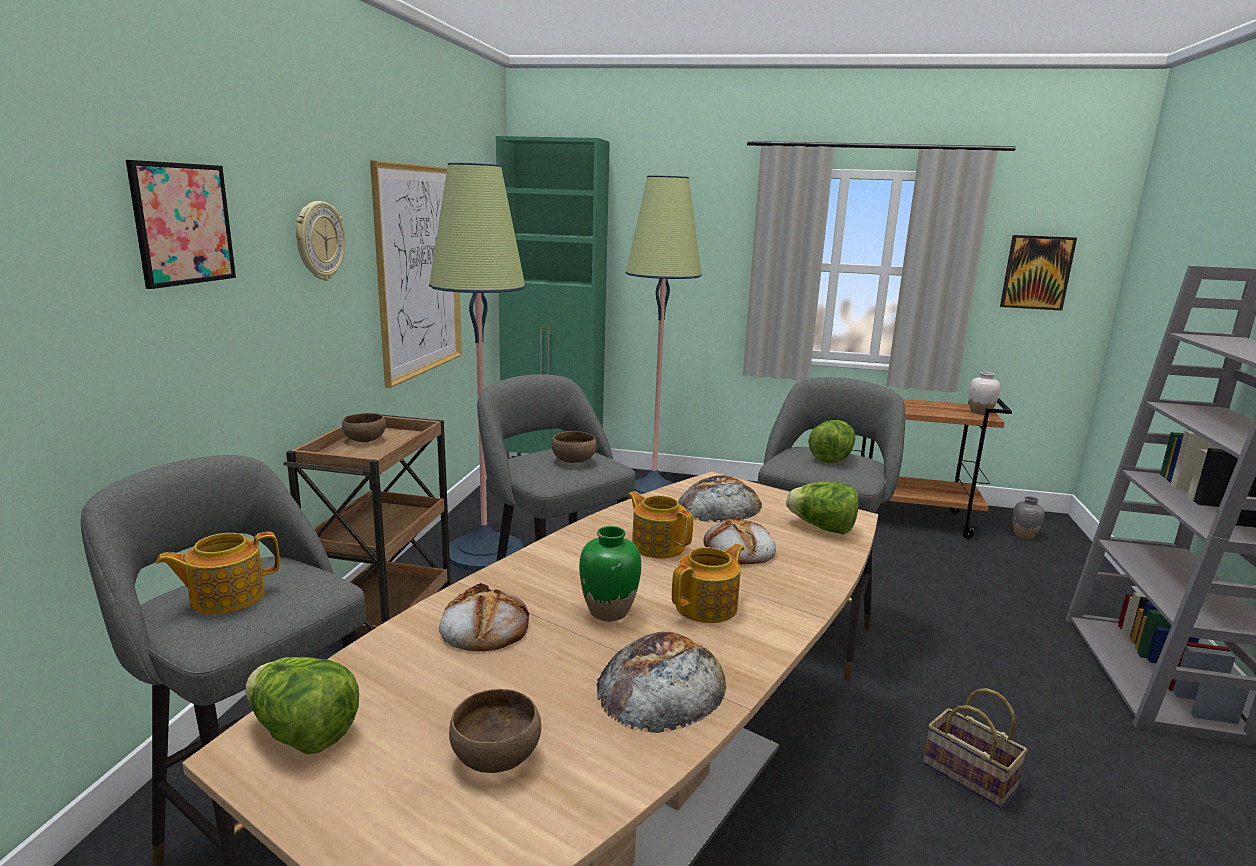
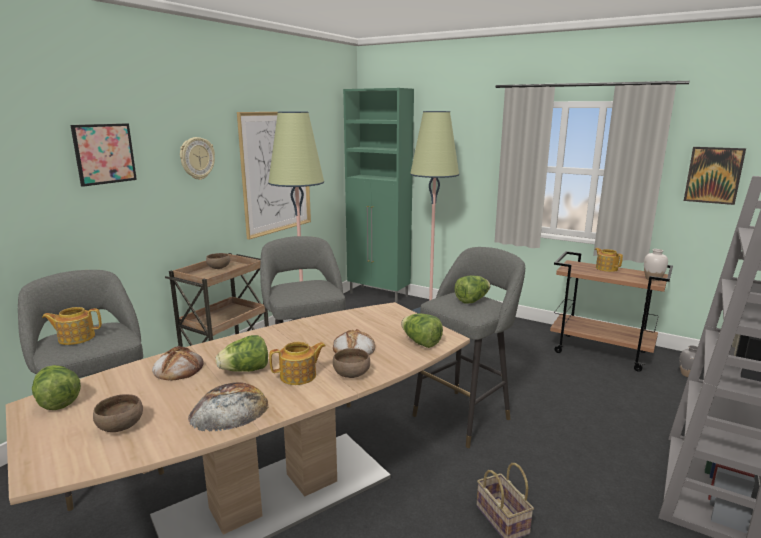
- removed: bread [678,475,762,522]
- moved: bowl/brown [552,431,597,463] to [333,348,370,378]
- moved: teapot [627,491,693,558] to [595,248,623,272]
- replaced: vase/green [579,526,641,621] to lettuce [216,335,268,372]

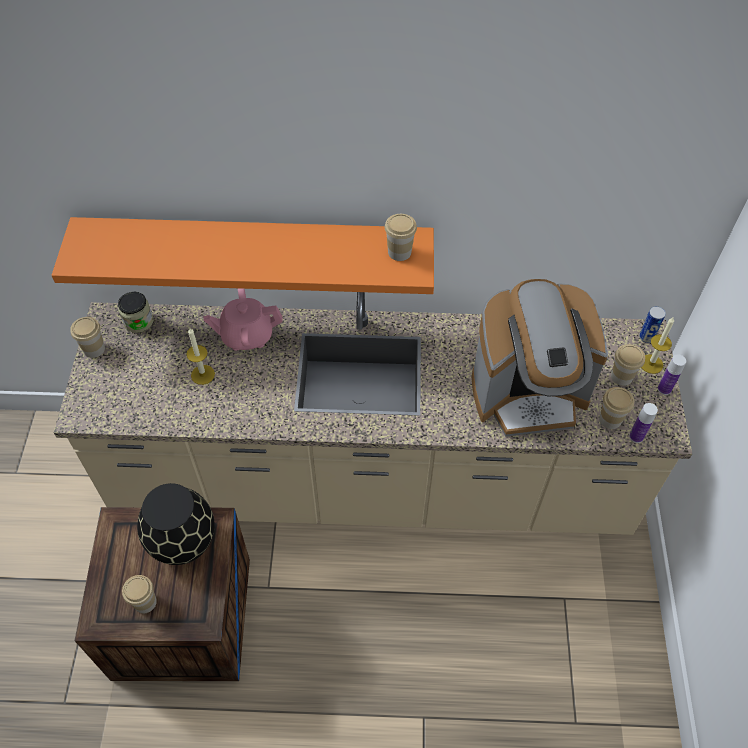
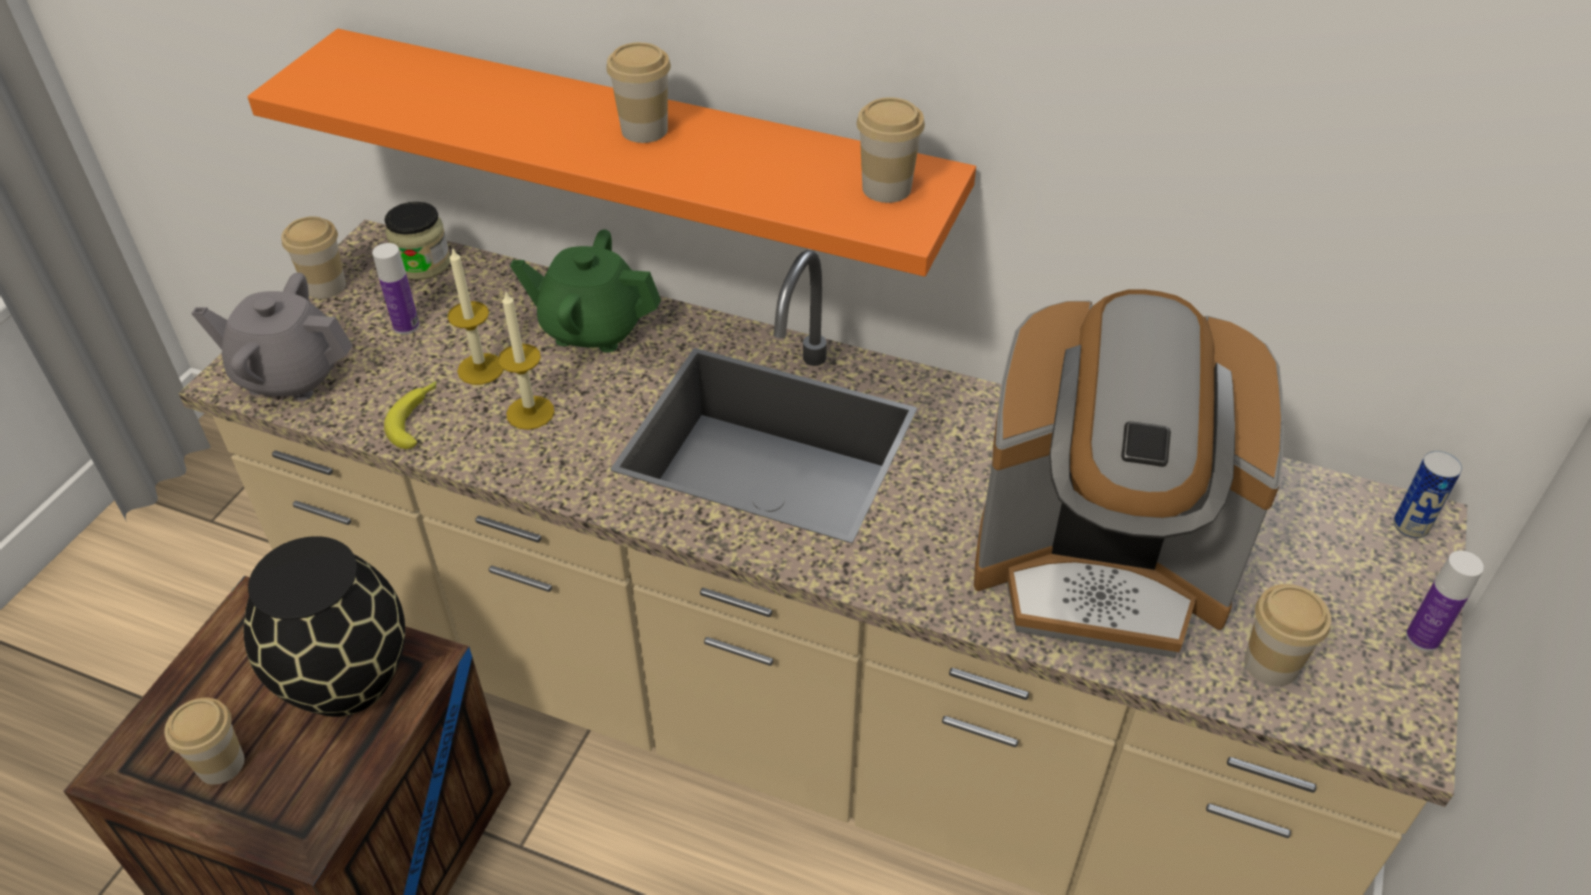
- added: teapot/grey [191,272,353,401]
- added: banana [384,381,436,449]
- moved: cup [611,344,645,386] to [606,42,671,143]
- moved: bottle [629,403,658,443] to [372,243,420,334]
- moved: candle [641,317,674,374] to [498,290,555,430]
- recoloured: teapot/pink [203,288,283,351] to teapot/green [510,230,661,353]

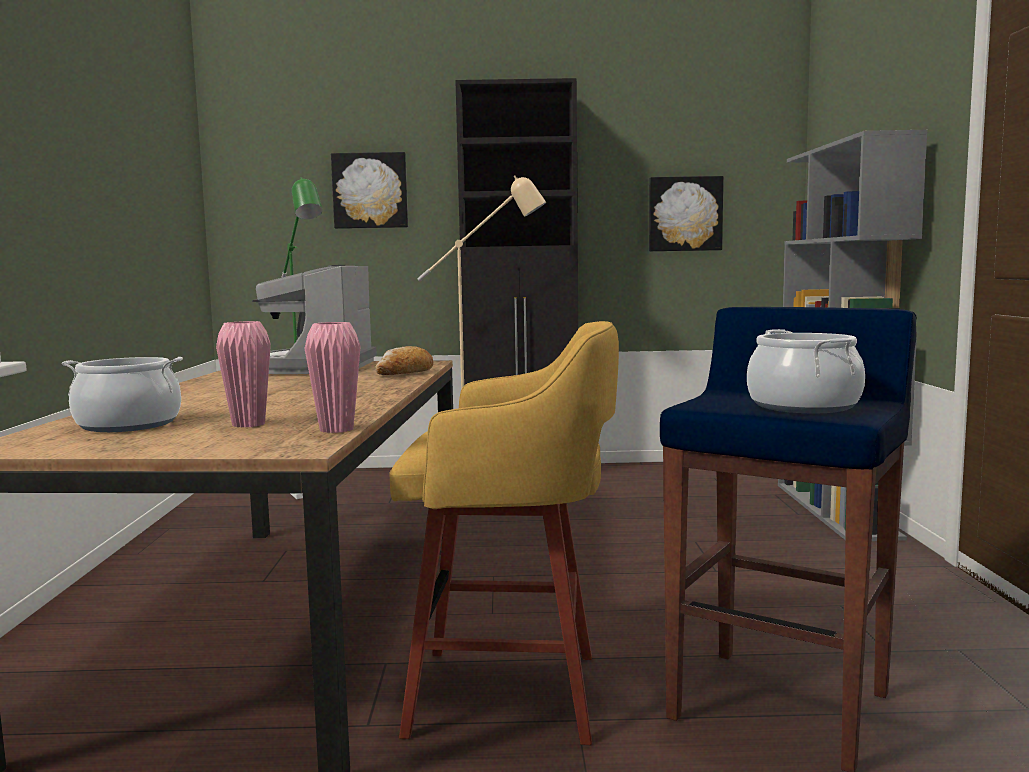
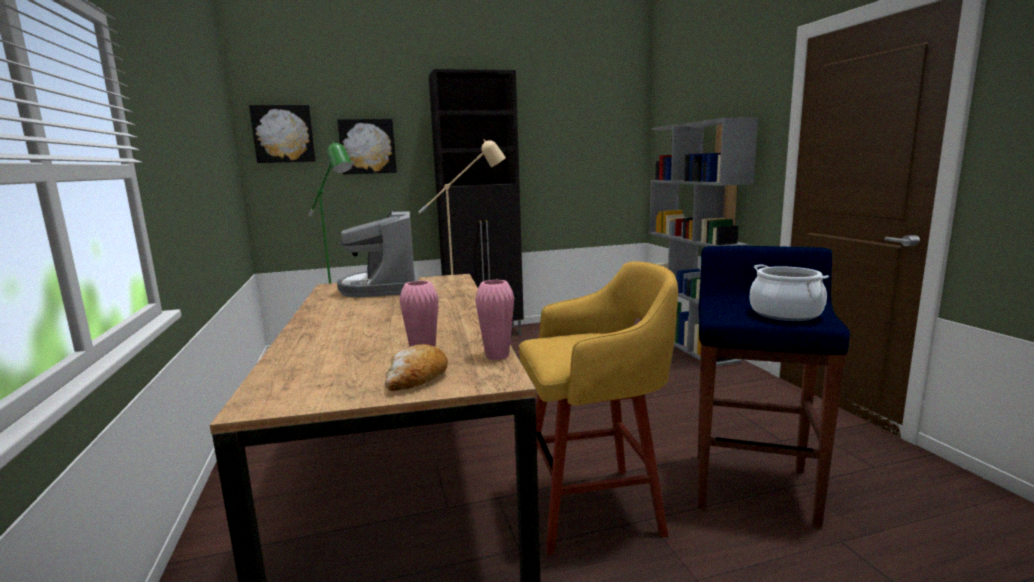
- removed: cooking pot [62,357,183,432]
- moved: bread [375,346,433,375] to [385,344,448,391]
- moved: picture [649,176,724,251] to [249,105,316,163]

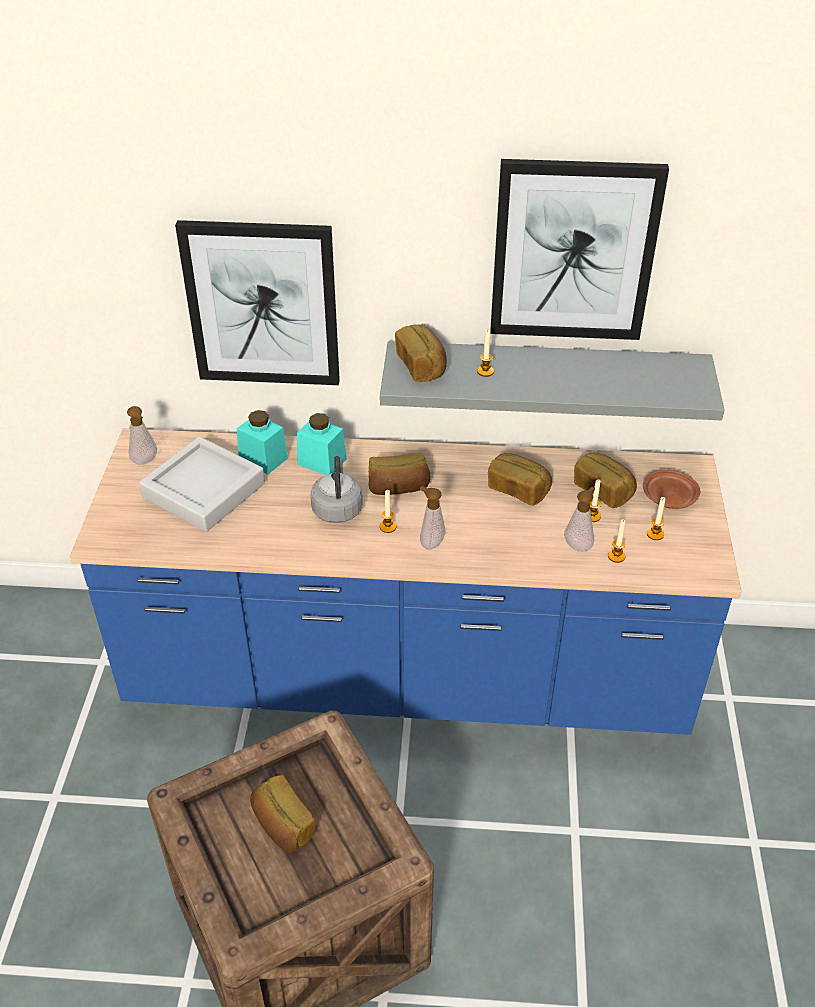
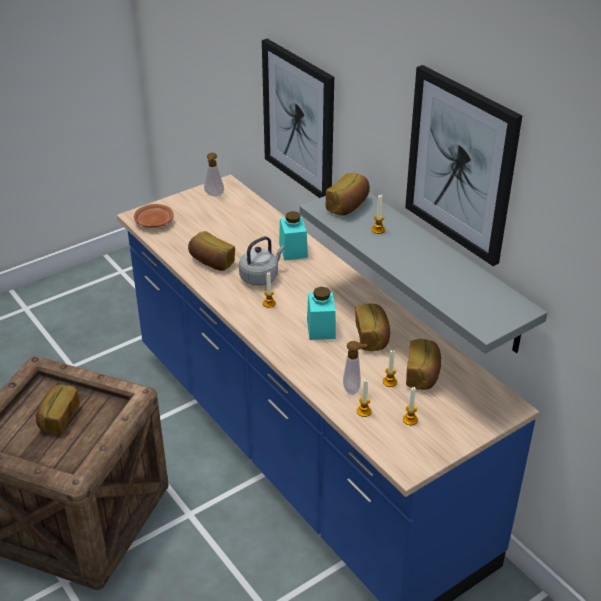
- removed: tray/grey [139,436,265,532]
- removed: soap dispenser [420,486,445,549]
- moved: jar/turquoise [237,410,288,475] to [307,287,336,340]
- moved: bread [369,453,430,495] to [188,231,235,271]
- moved: plate/brown [643,470,700,509] to [134,204,174,227]

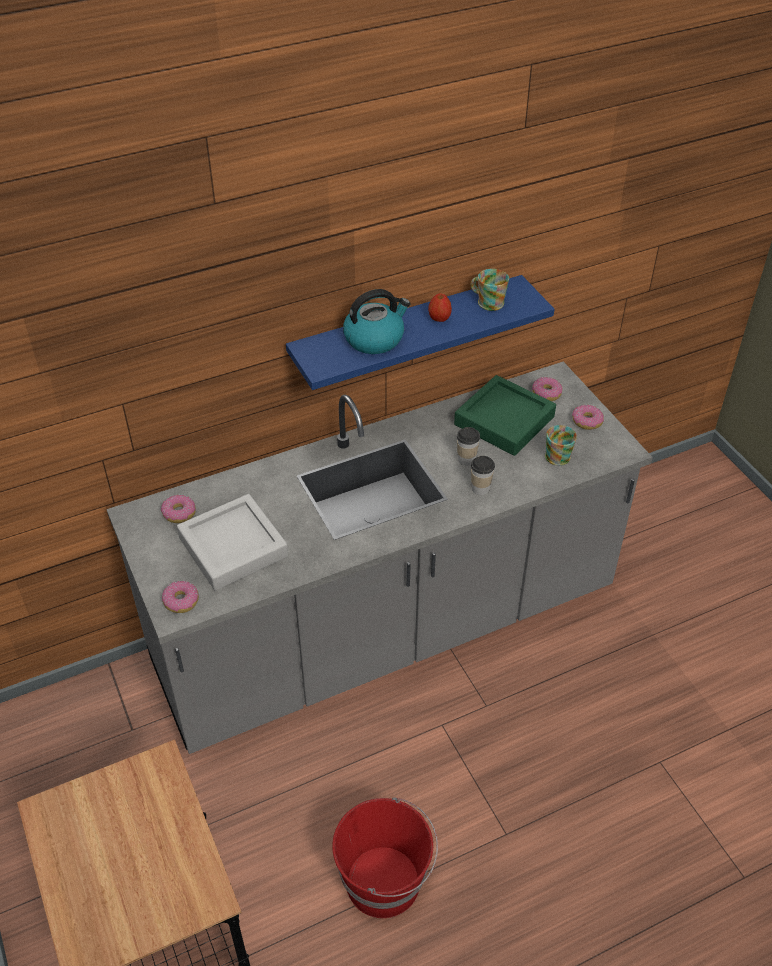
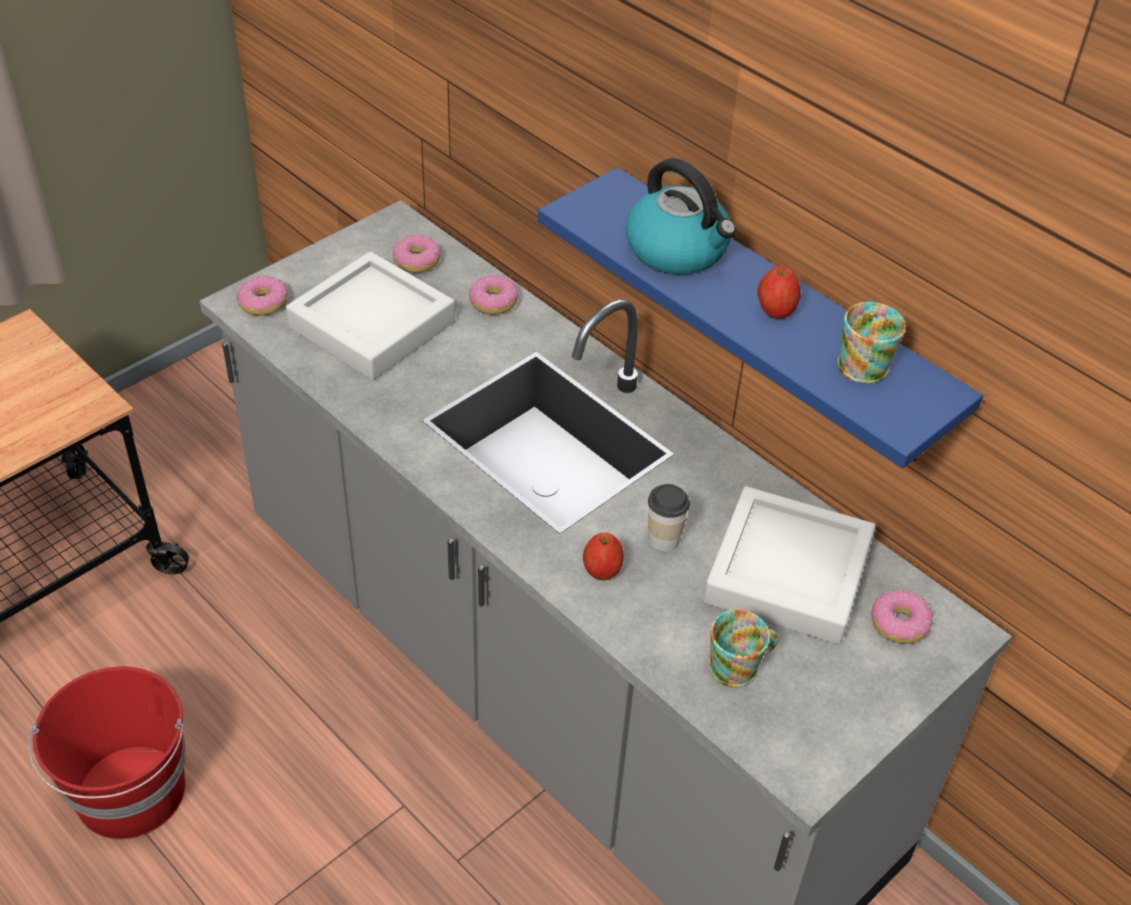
- moved: donut [572,405,604,430] to [469,275,518,315]
- replaced: cup [471,456,495,495] to apple [583,533,624,581]
- recoloured: tray/green [454,375,556,456] to tray/grey [703,486,876,645]

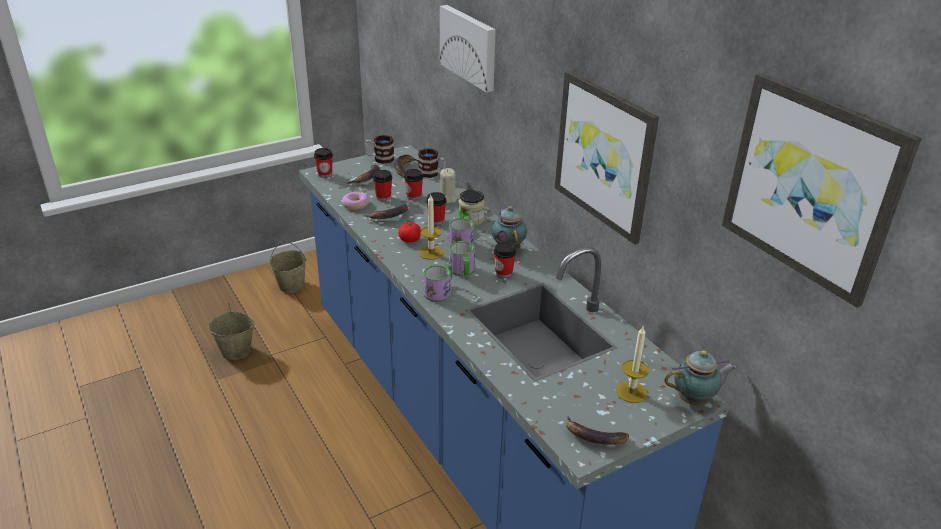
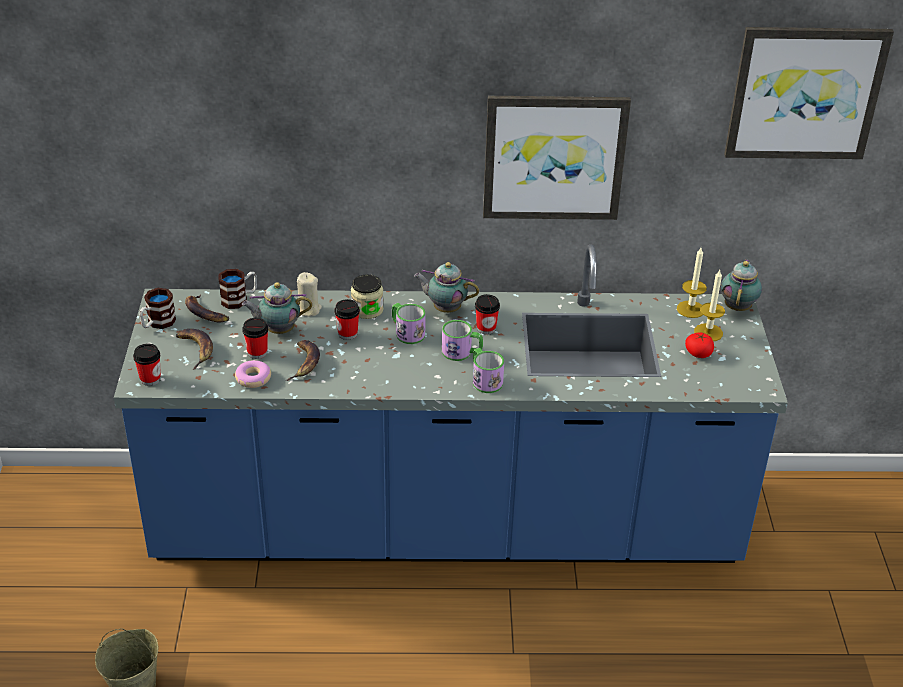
- removed: bucket/beige [269,241,307,293]
- removed: picture [440,5,496,92]
- removed: banana [566,416,629,445]
- moved: tomato [398,222,421,243] to [685,332,714,358]
- moved: candle [419,195,444,260] to [677,248,707,318]
- replaced: cup [404,169,423,200] to teapot [242,282,312,334]

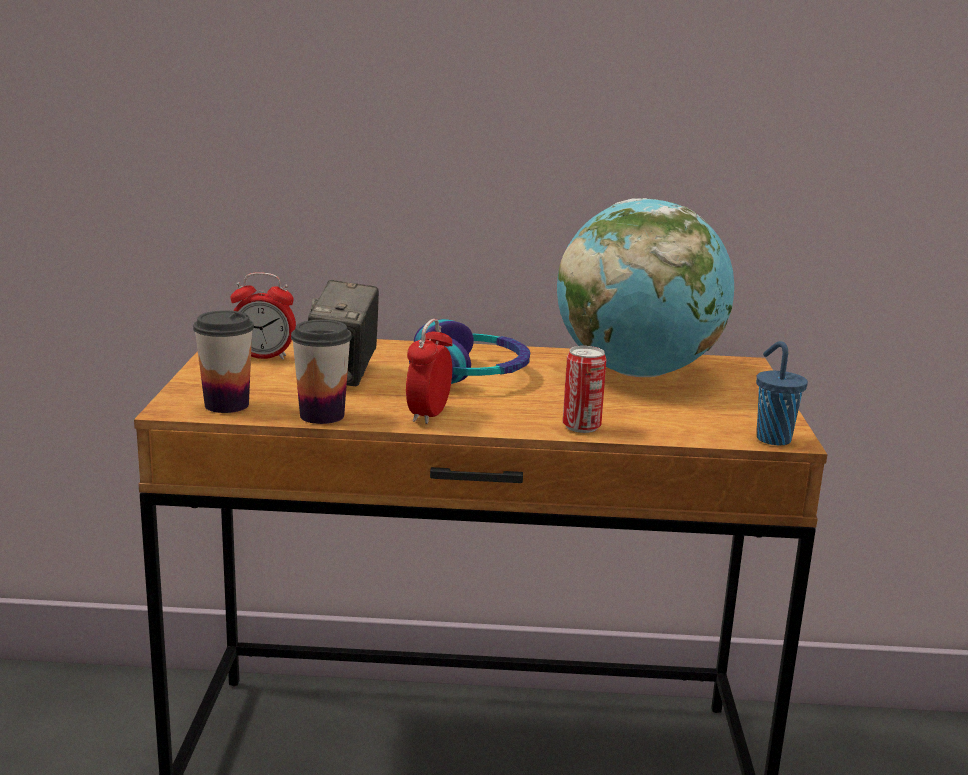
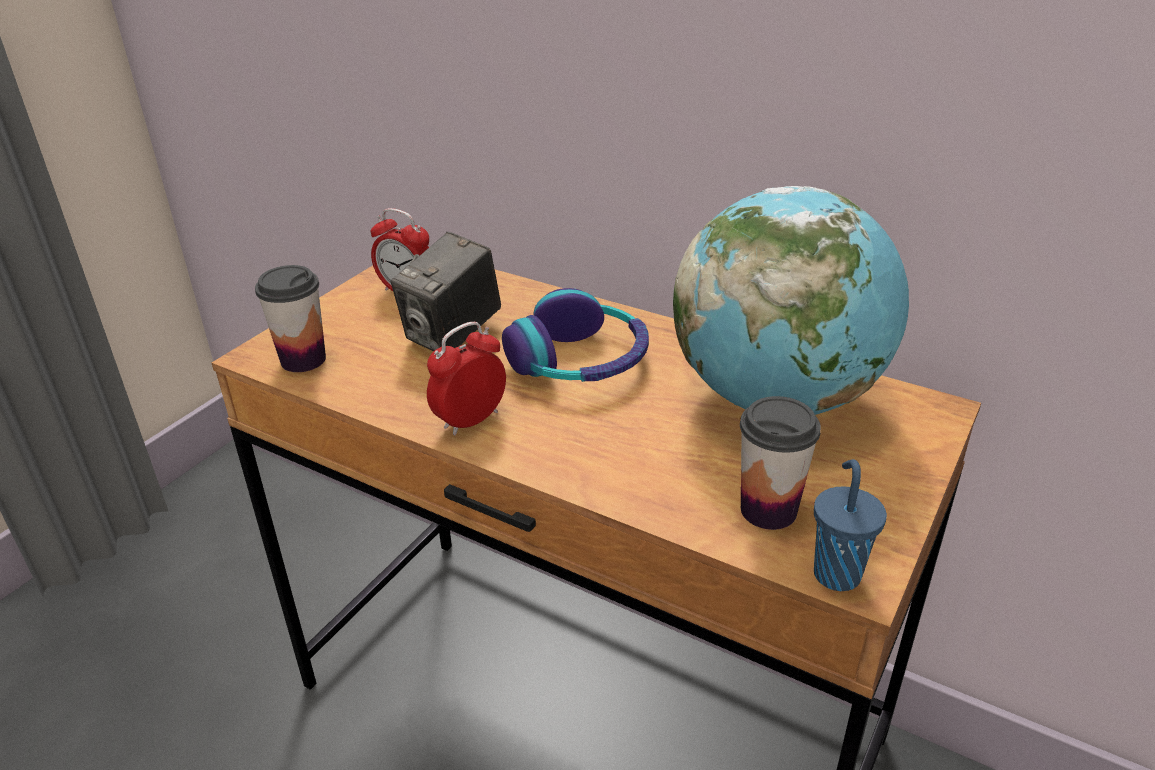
- removed: can [563,346,607,433]
- moved: cup [291,320,352,424] to [740,396,821,530]

